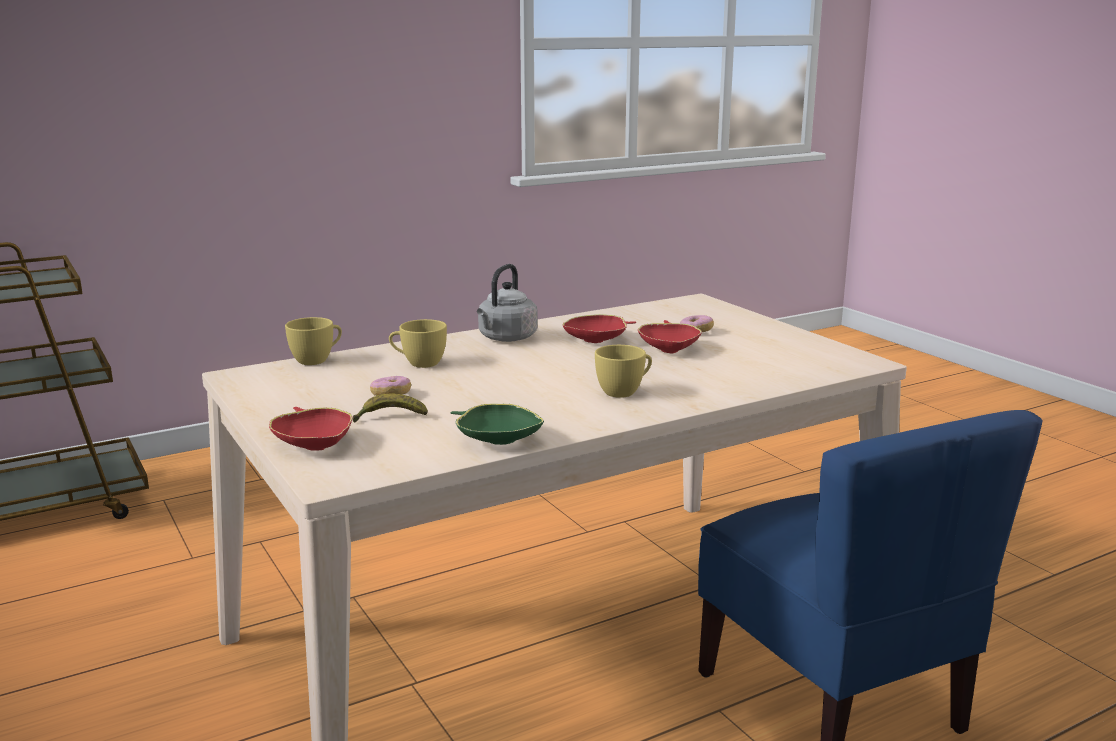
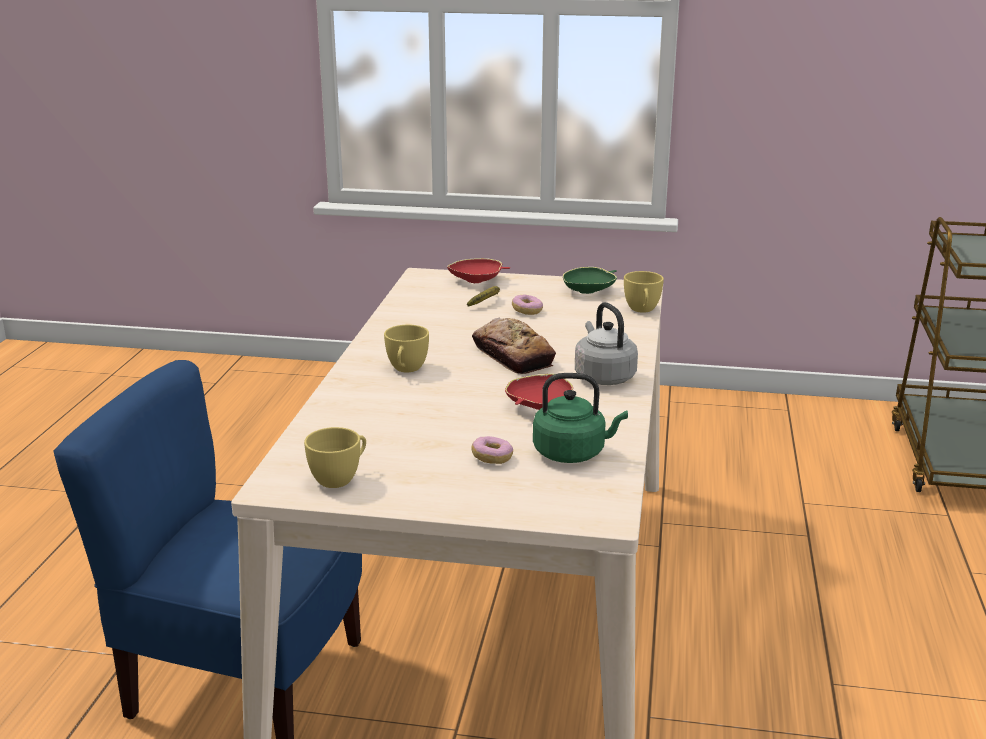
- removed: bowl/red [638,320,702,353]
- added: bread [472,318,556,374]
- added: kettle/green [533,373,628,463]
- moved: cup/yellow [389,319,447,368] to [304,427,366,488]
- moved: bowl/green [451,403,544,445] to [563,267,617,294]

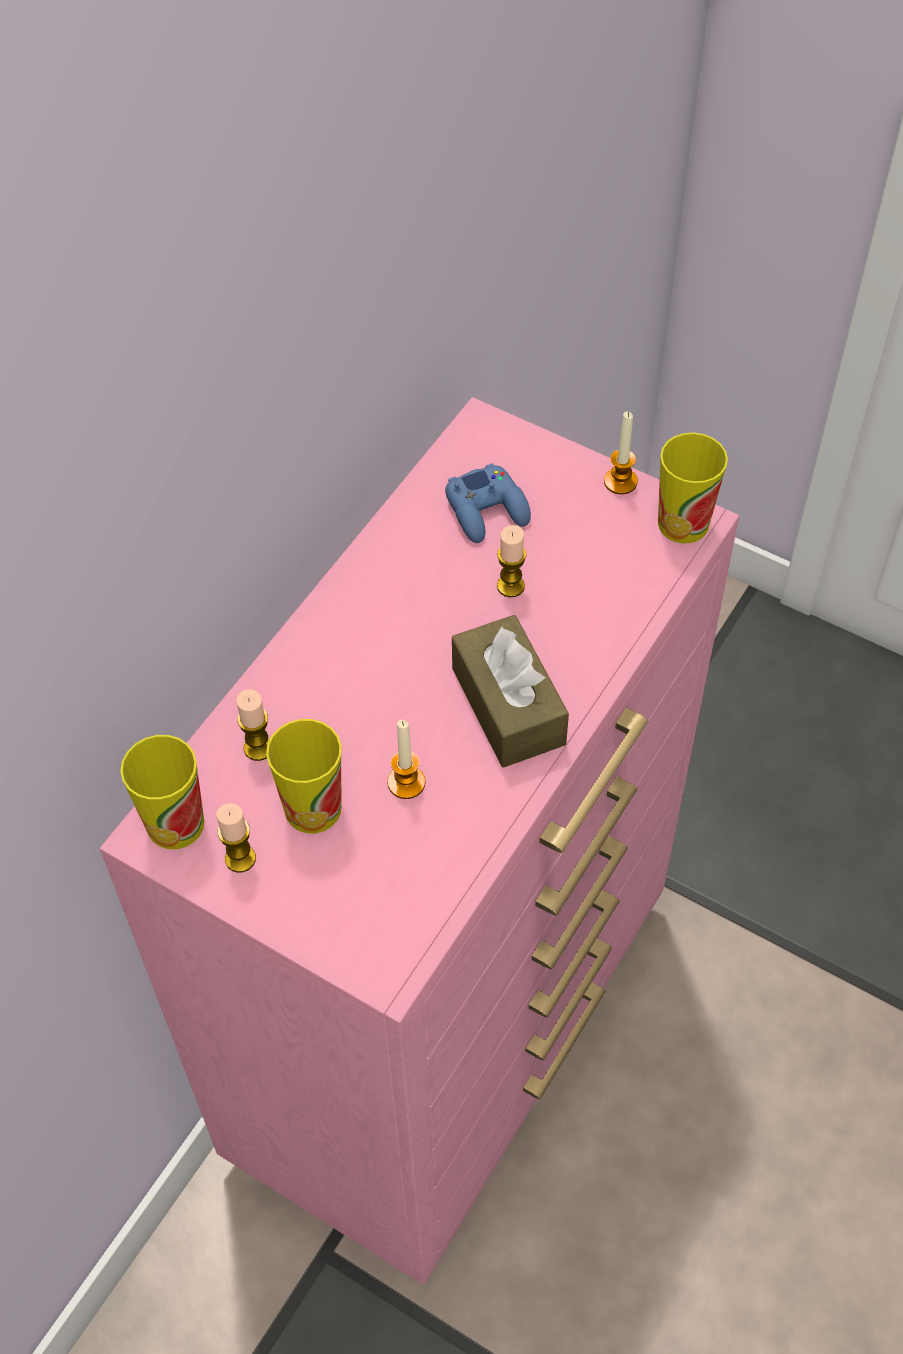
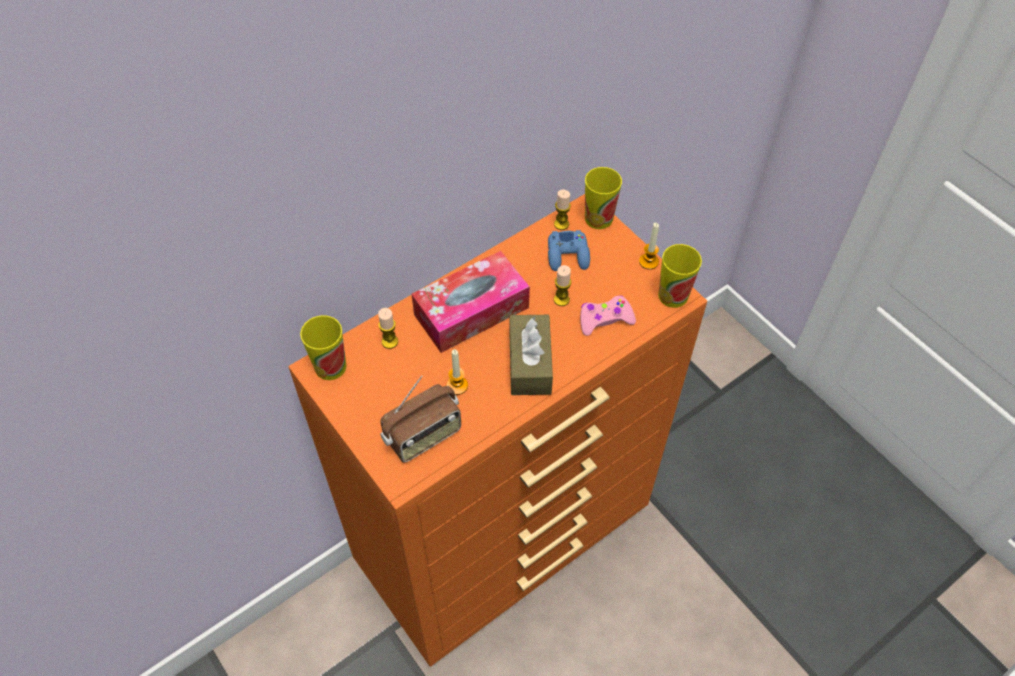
- added: radio [380,375,461,463]
- added: tissue box [411,251,530,353]
- added: game controller/pink [580,295,636,336]
- moved: candle [217,803,256,873] to [554,190,571,230]
- moved: cup [266,719,342,833] to [585,167,622,229]
- recoloured: dresser/pink [100,397,739,1285] to dresser/orange [288,194,707,667]

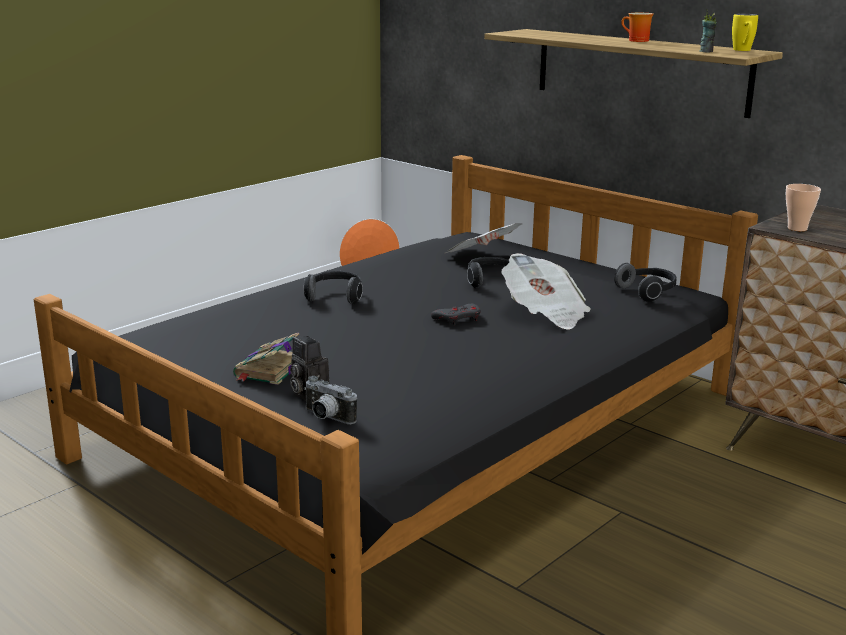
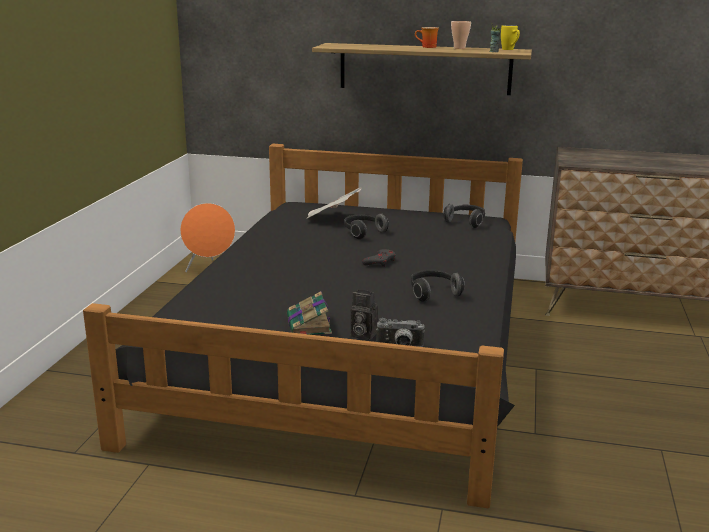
- removed: newspaper [502,253,591,330]
- moved: headphones [304,271,363,304] to [411,269,465,302]
- moved: cup [786,184,821,231] to [451,21,471,49]

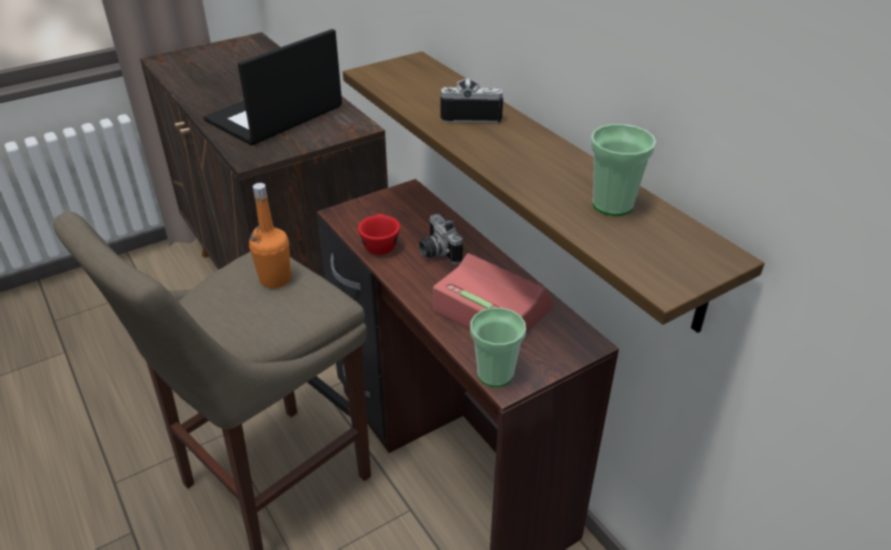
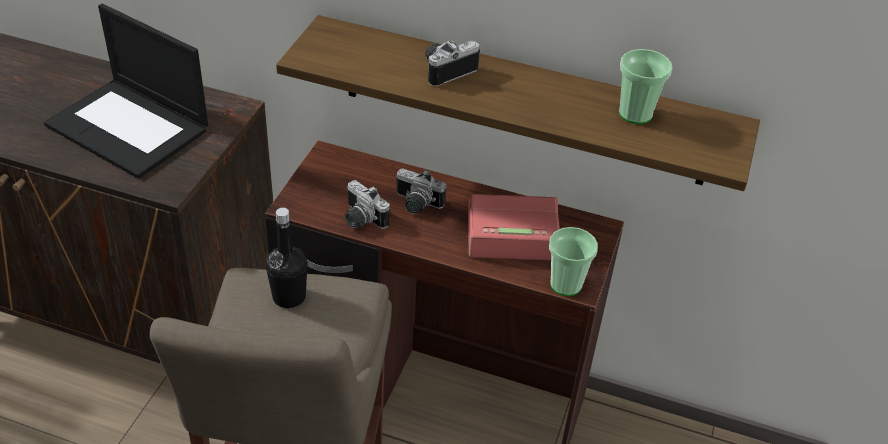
- replaced: cup/red [358,214,400,255] to photo camera [344,180,389,229]
- recoloured: bottle/orange [249,183,292,288] to bottle/black [266,208,308,308]
- turned: laptop [204,29,342,146] = [44,4,208,179] 60 degrees counterclockwise

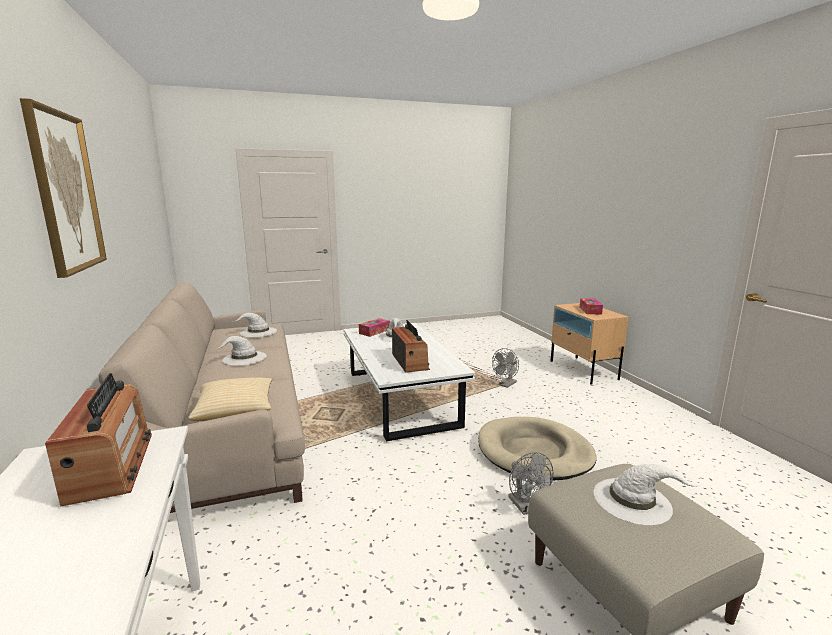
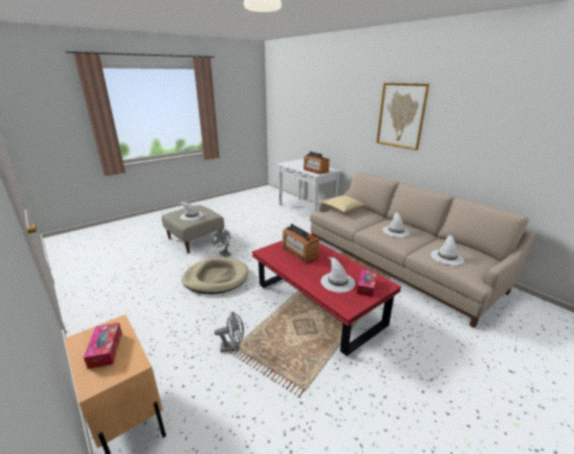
- recoloured: coffee table/white [344,323,475,441] to coffee table/red [252,241,401,356]
- turned: fan/grey [492,348,519,388] = [214,312,244,352] 60 degrees clockwise

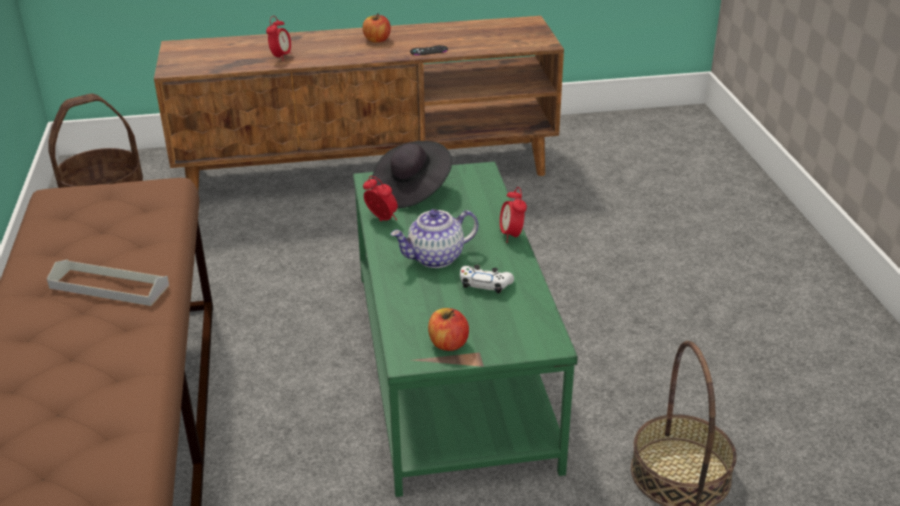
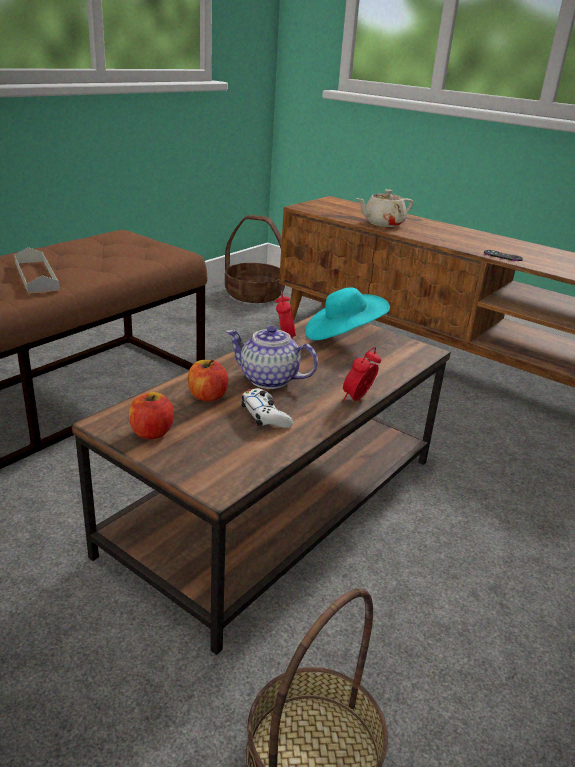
- moved: apple [363,13,391,43] to [188,360,228,401]
- replaced: alarm clock [266,16,292,61] to teapot/beige [356,189,413,227]
- recoloured: coffee table/green [353,161,578,497] to coffee table/brown [72,314,451,655]
- recoloured: hat/black [371,141,452,208] to hat/turquoise [305,287,390,340]

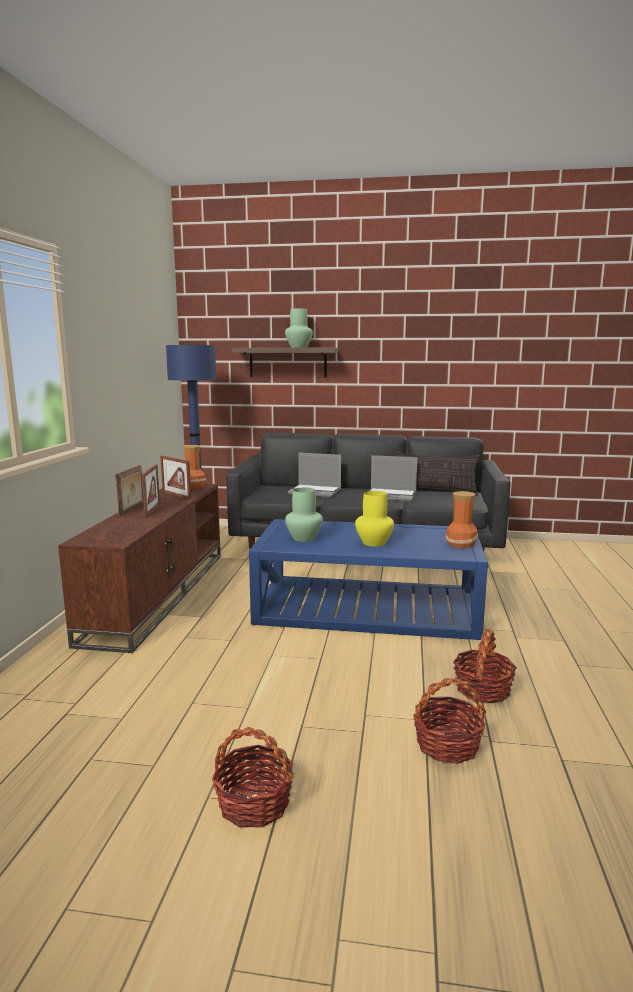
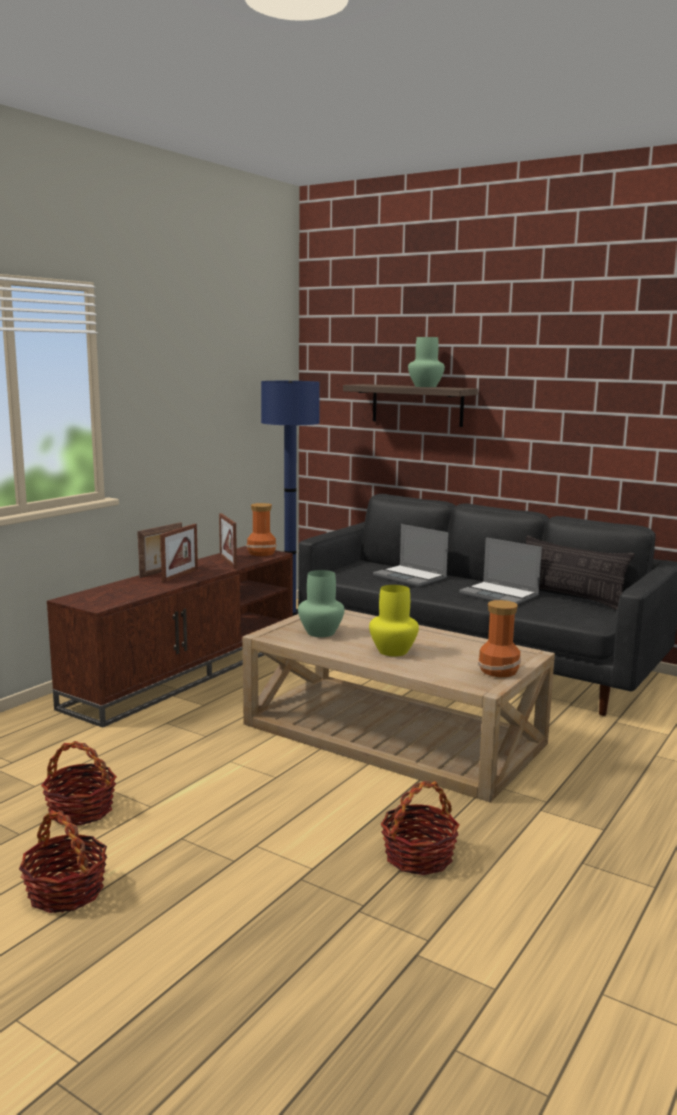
- moved: basket [413,678,486,764] to [41,741,117,825]
- recoloured: coffee table/blue [249,519,488,640] to coffee table/beige [242,609,555,802]

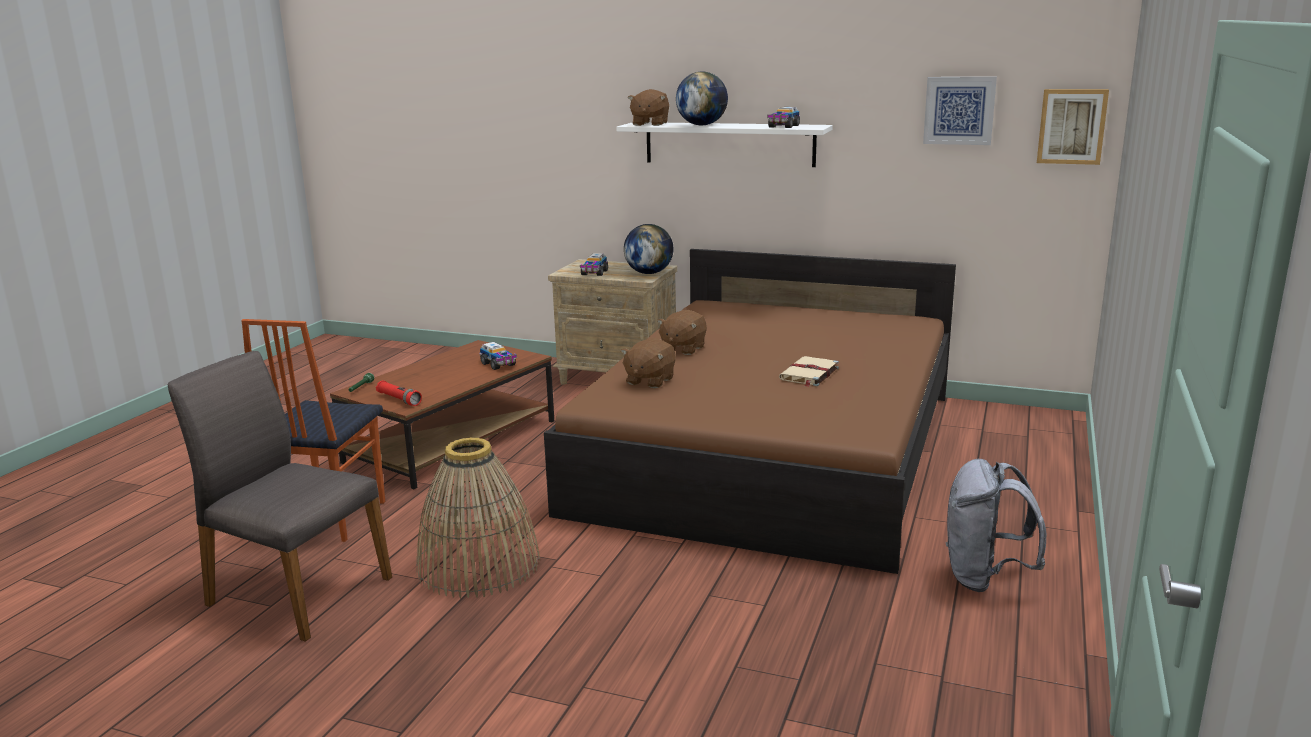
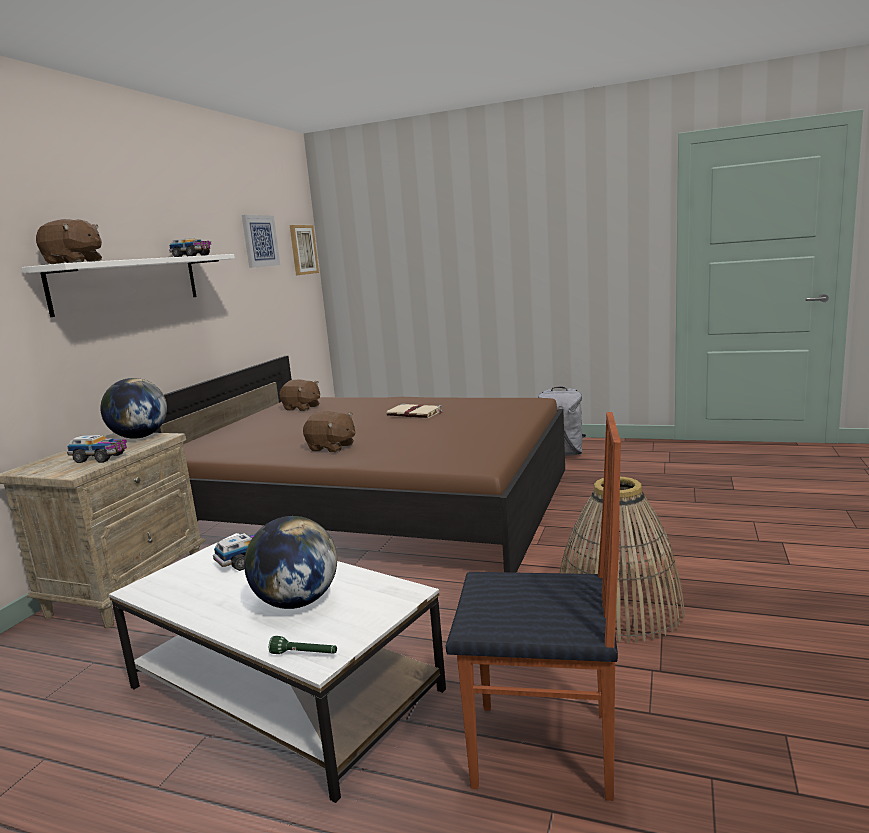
- removed: chair/grey [168,351,392,642]
- removed: flashlight/red [376,380,422,406]
- moved: plush toy/brown [621,338,676,388] to [280,380,320,411]
- moved: globe [676,72,728,125] to [244,516,337,609]
- recoloured: coffee table/brown [330,340,554,489] to coffee table/white [109,533,446,803]

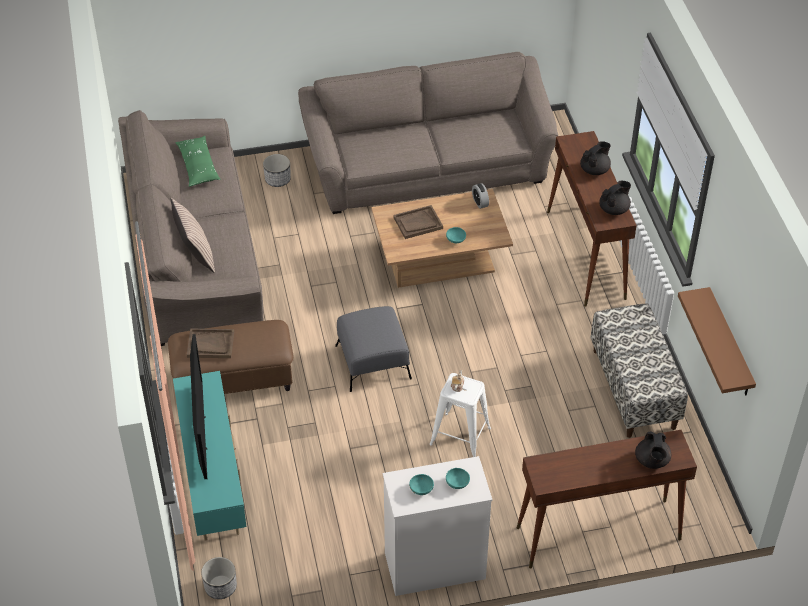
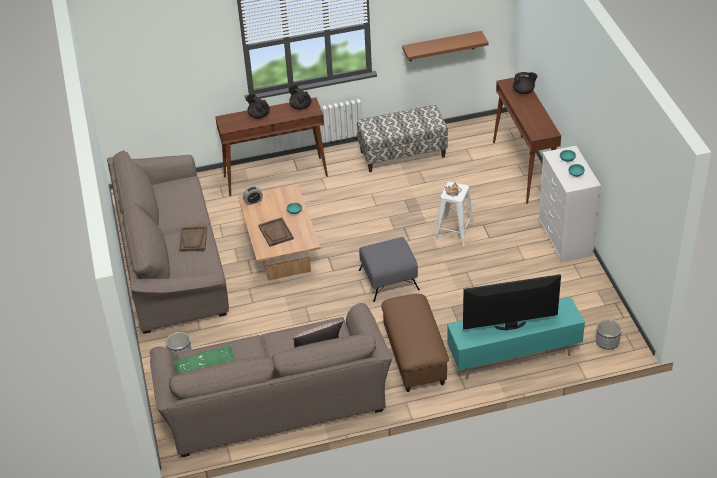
- moved: tray/brown [187,329,234,358] to [179,226,207,252]

